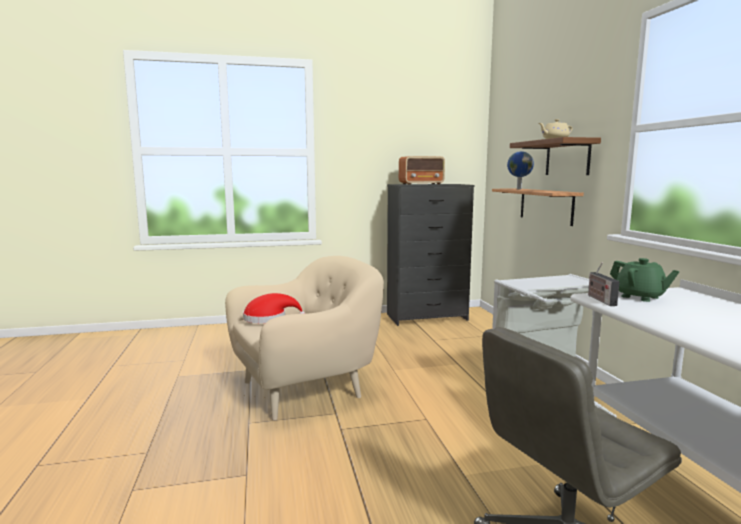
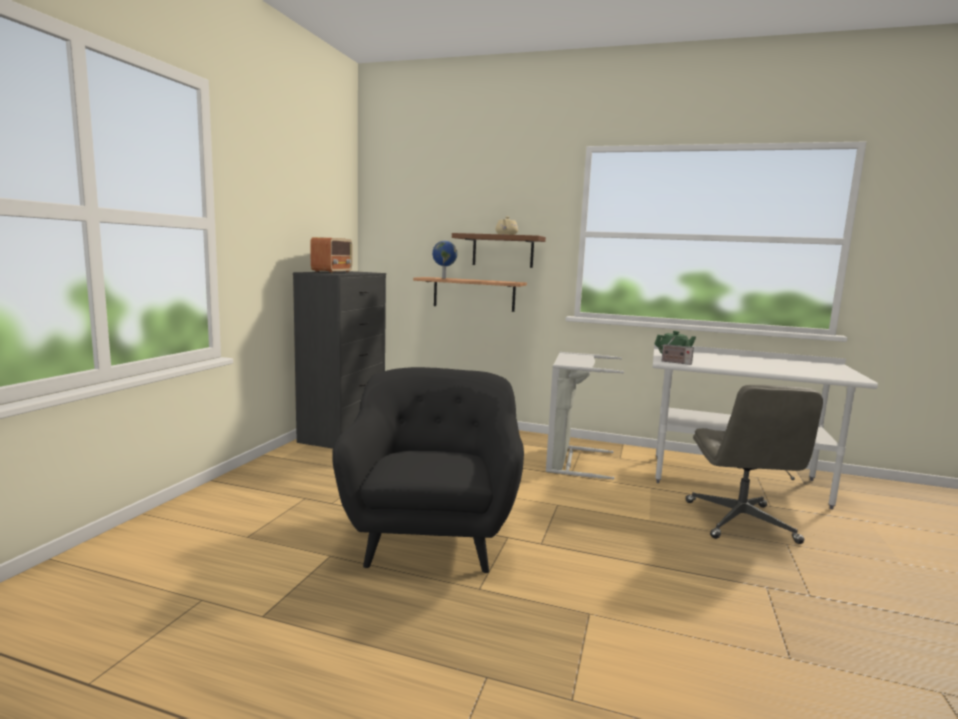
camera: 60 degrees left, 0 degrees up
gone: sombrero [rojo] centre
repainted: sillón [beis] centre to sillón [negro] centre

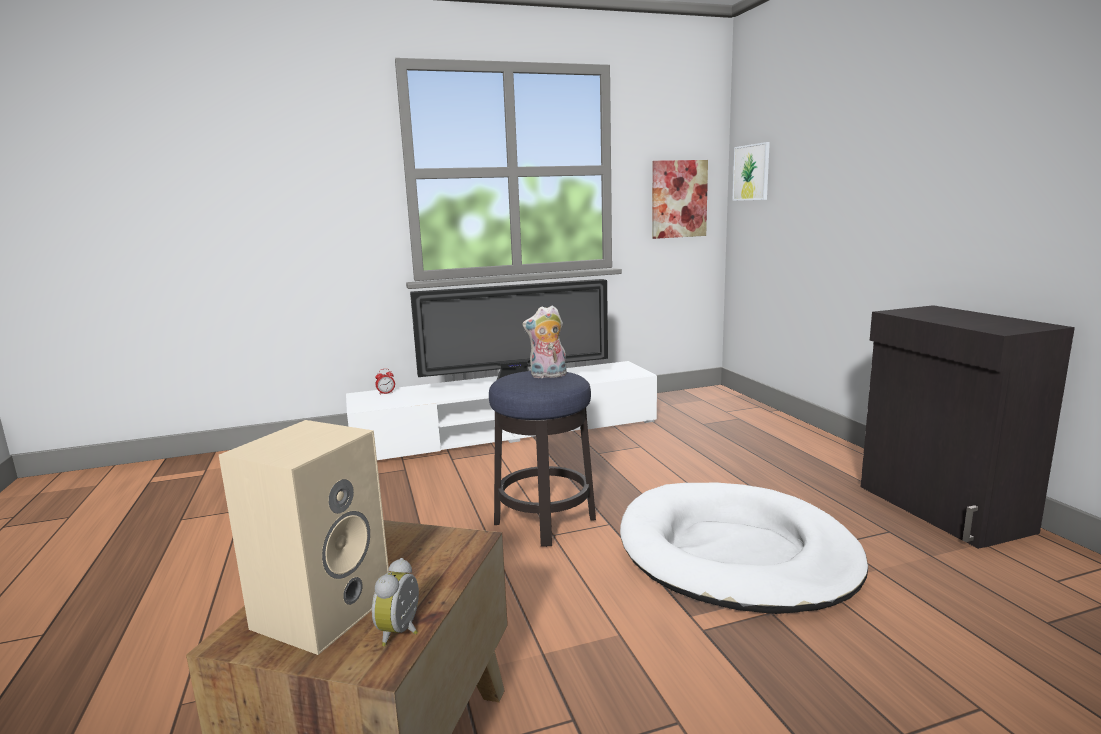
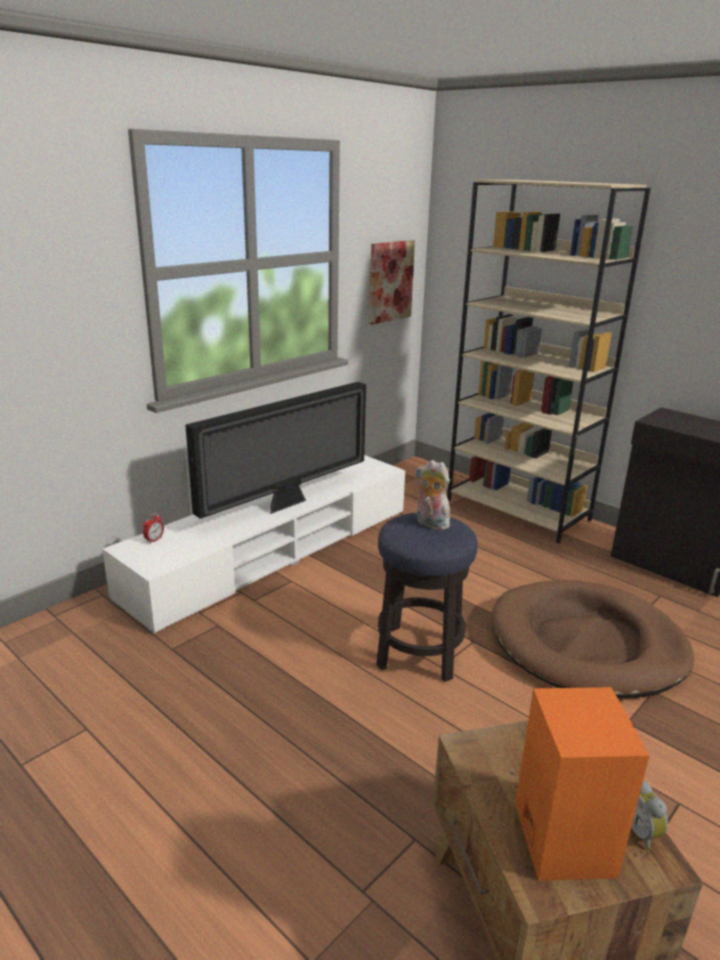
camera: 30 degrees left, 10 degrees up
gone: cuadro (no. 2 from left) top right
new: estantería [beis] middle right
repainted: altavoz [beis] bottom left to altavoz [naranja] bottom right; cama para perro [blanco] bottom right to cama para perro [marrón] middle right
rotated: peluche centre = centre 75 degrees clockwise

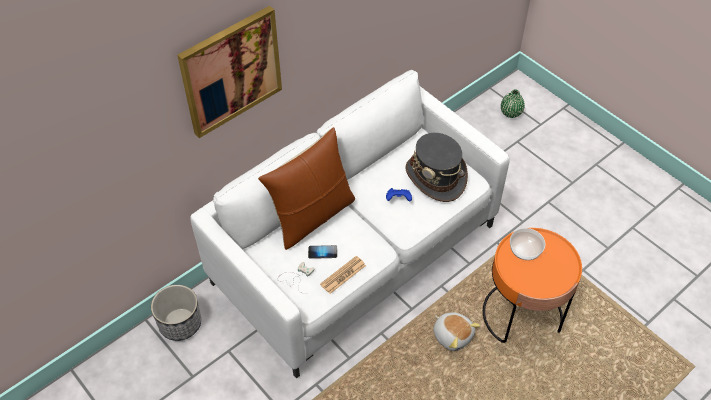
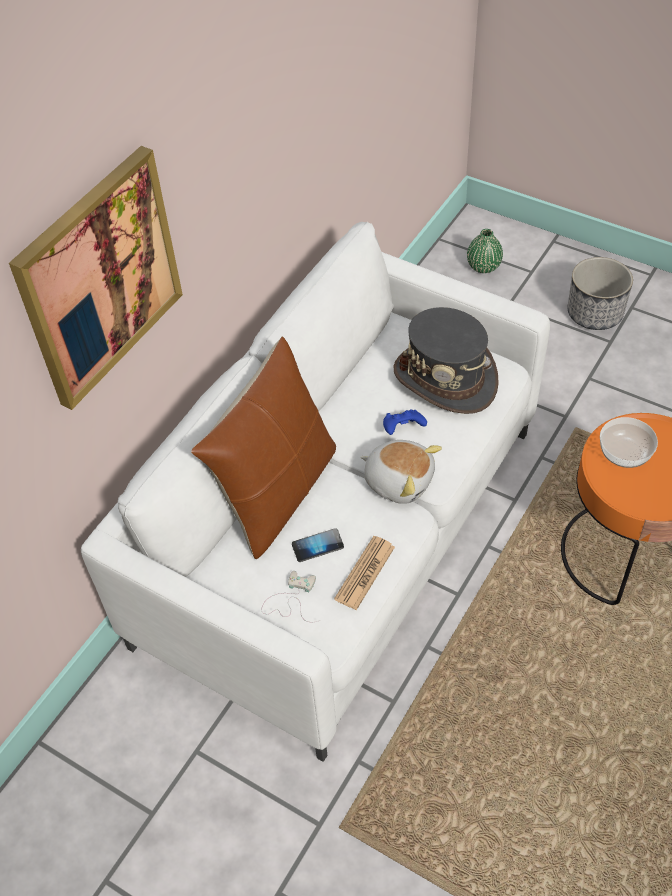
camera: 15 degrees left, 0 degrees up
shifted: maceta bottom left to top right; peluche bottom centre to centre

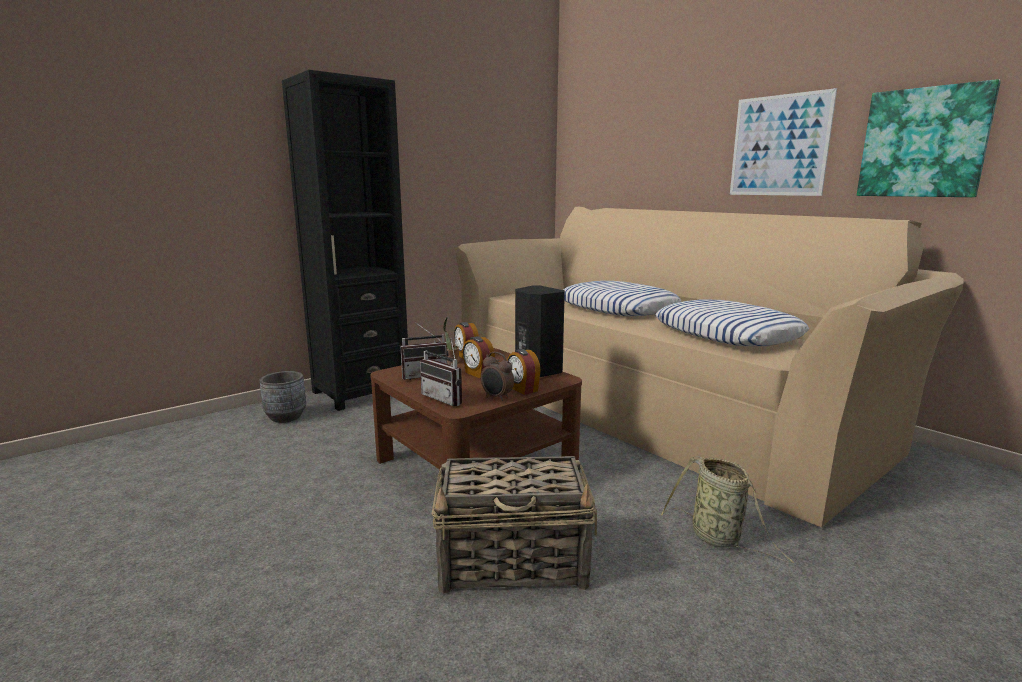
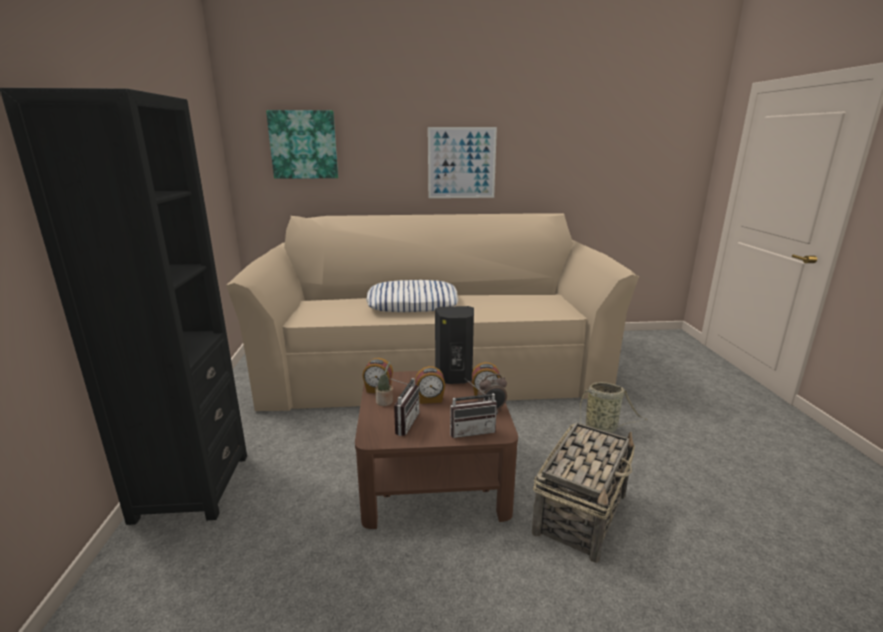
camera: 55 degrees left, 5 degrees up
gone: maceta [gris] middle left; cojín (no. 2 from left) middle right
shifted: cuadro (no. 2 from left in the first image) top right to cuadro (no. 1 from left) top centre

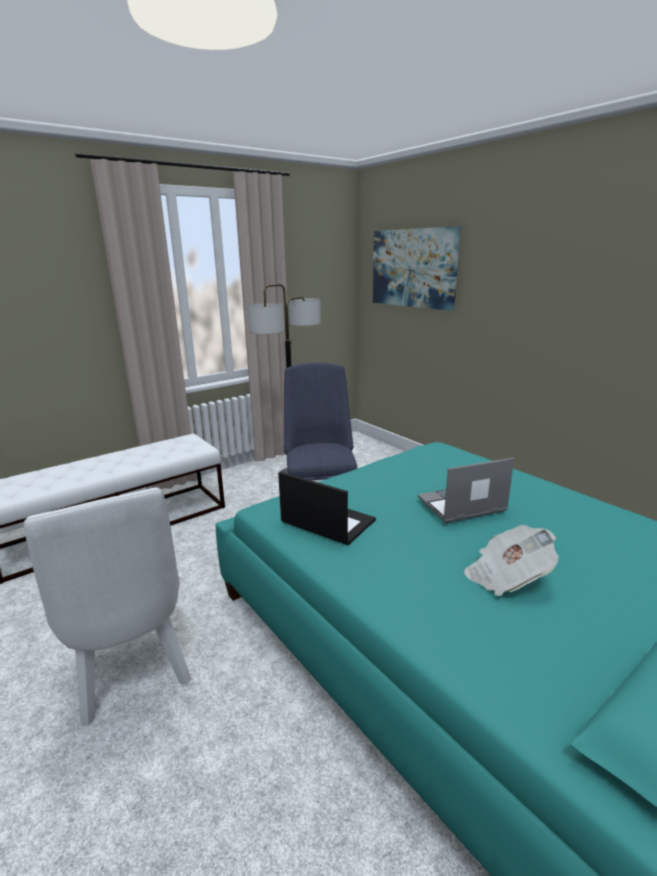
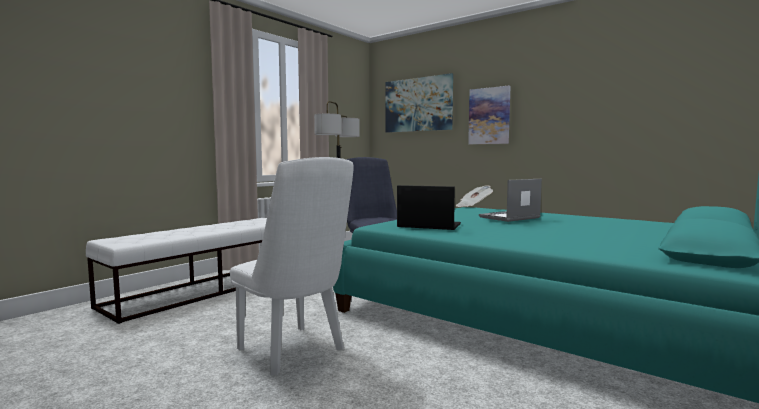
camera: 15 degrees left, 15 degrees down
new: cuadro (no. 2 from left) top centre
shifted: periódico middle right to centre

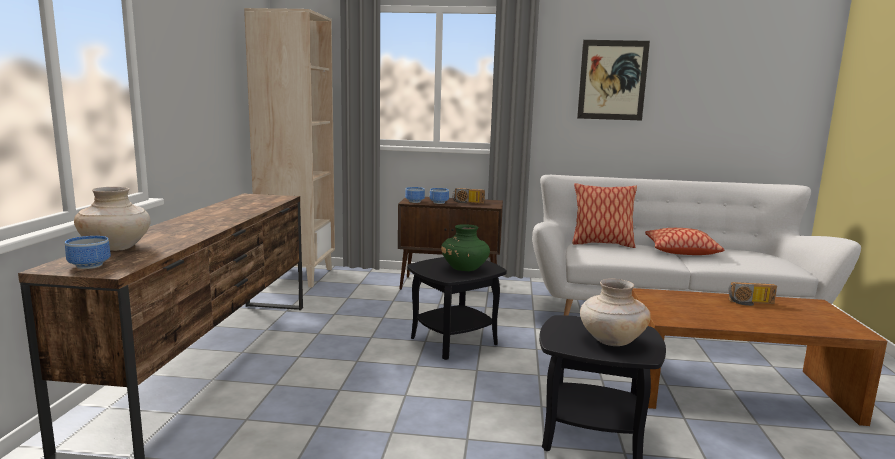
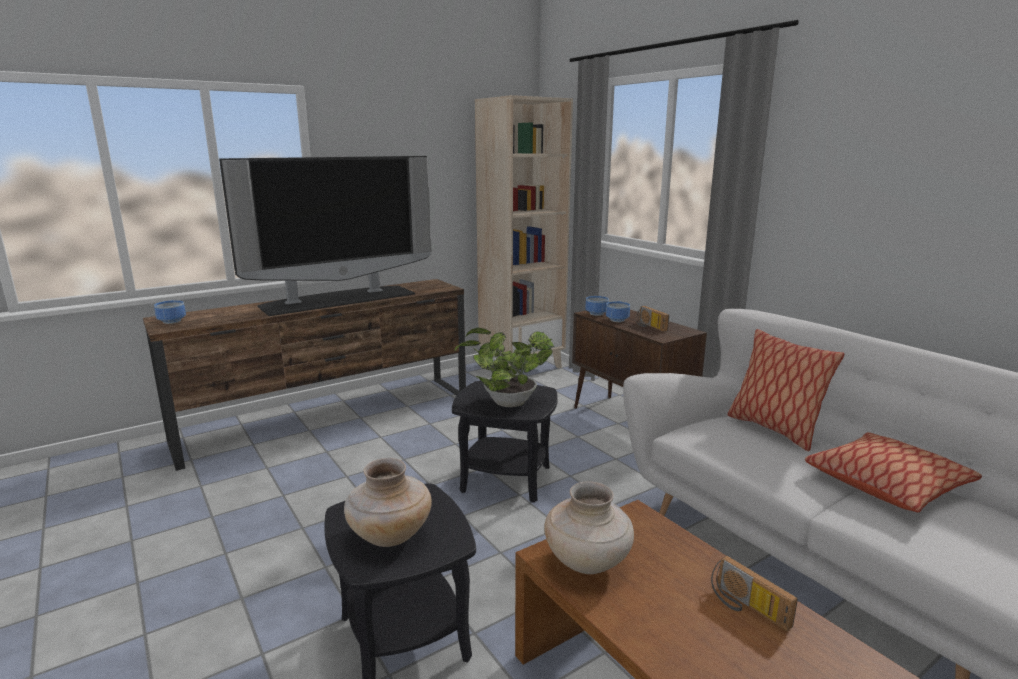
camera: 50 degrees right, 5 degrees up
gone: cuadro top right
new: televisor middle left
shifted: florero [beis] (no. 1 from left in the first image) middle left to florero [beis] (no. 2 from left) bottom centre
swapped: florero [verde] centre to planta en maceta centre

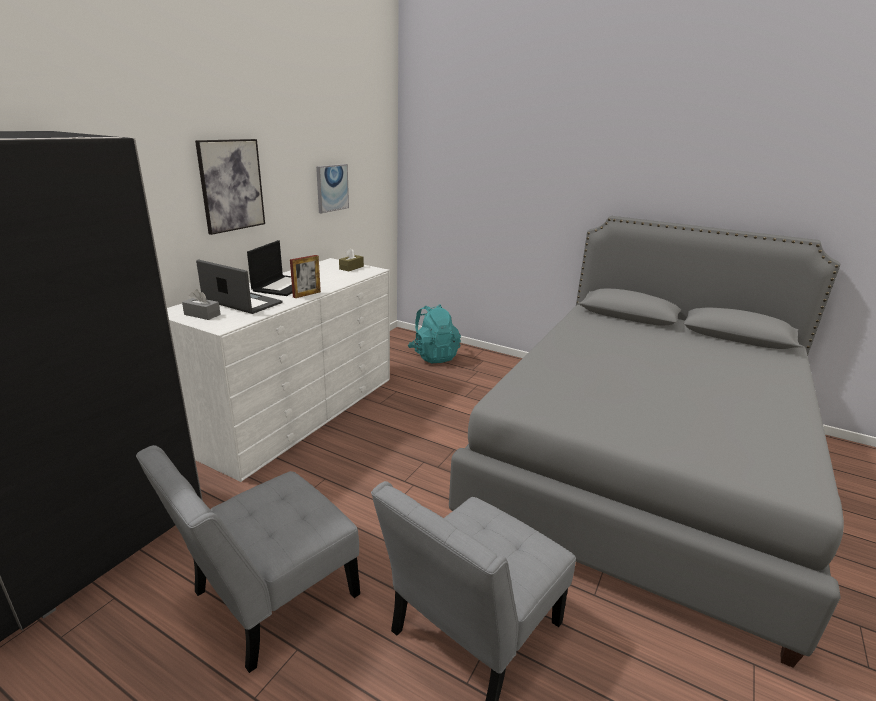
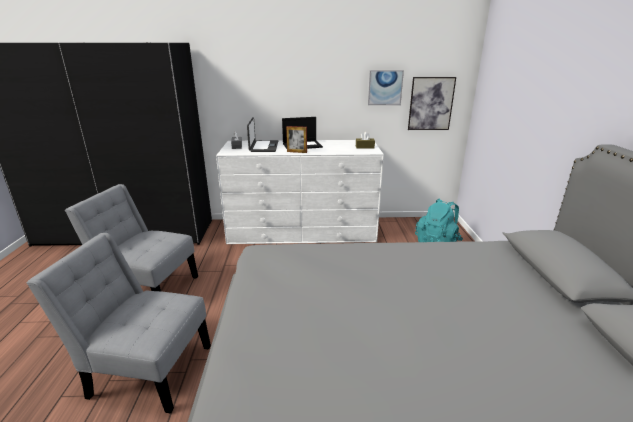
camera: 60 degrees right, 0 degrees up
shifted: cuadro (no. 1 from left in the first image) top left to cuadro (no. 2 from left) top right

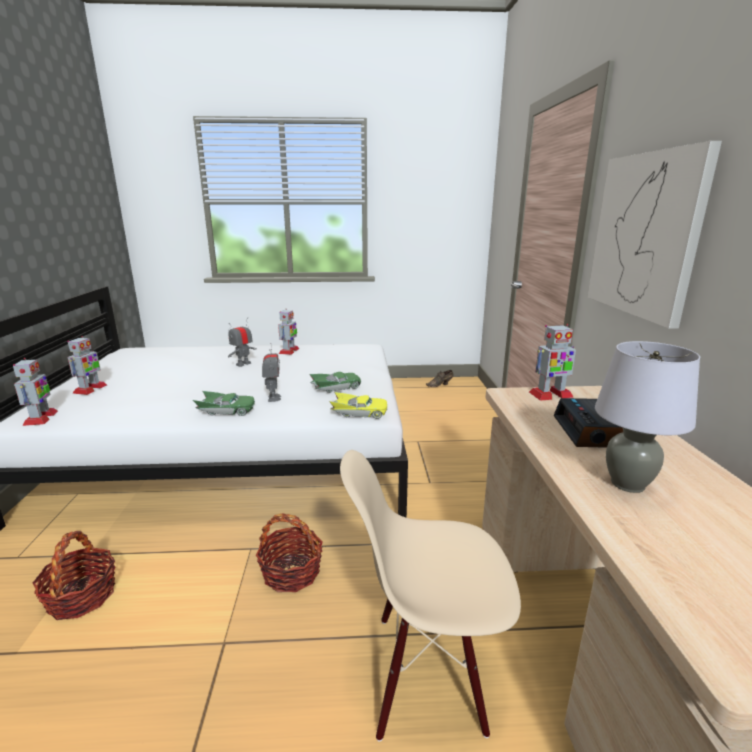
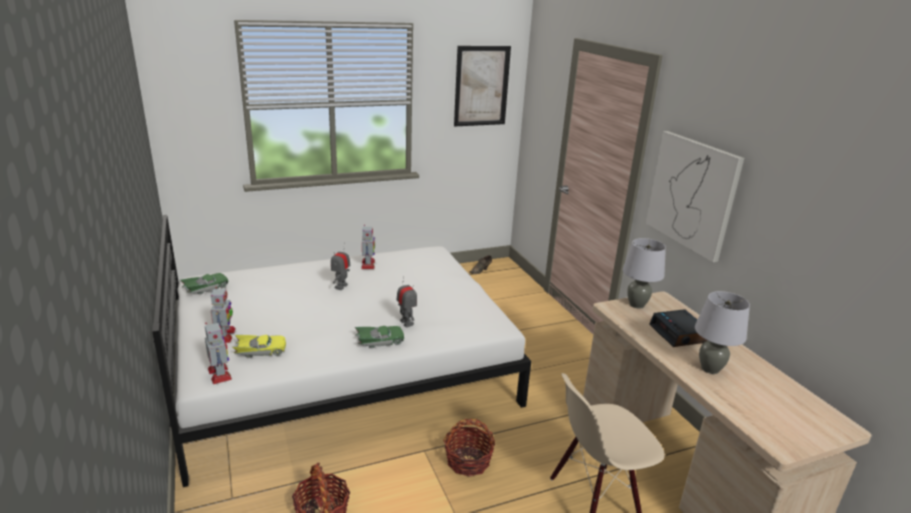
camera: 20 degrees left, 5 degrees up
new: cuadro (no. 1 from left) top centre
shifted: coche de juguete [verde] (no. 2 from left in the first image) centre to coche de juguete [verde] (no. 1 from left) middle left; coche de juguete [amarillo] centre to bottom left
swapped: robot de juguete (no. 6 from left) middle right to lámpara de mesa [gris] (no. 1 from left) middle right

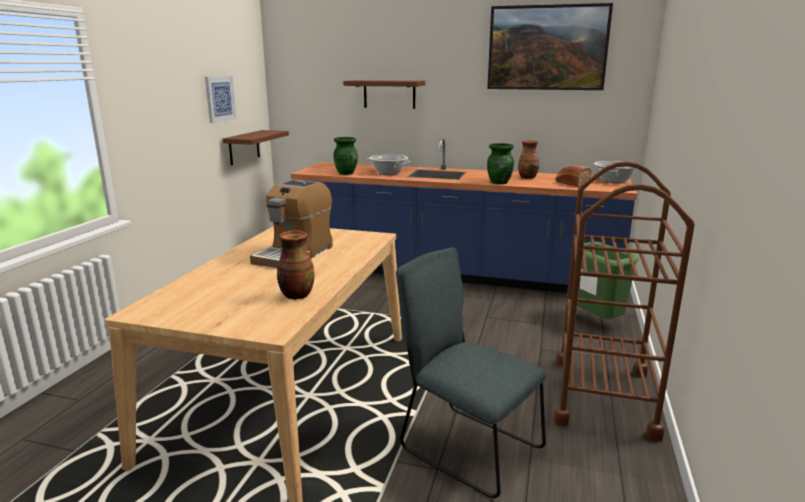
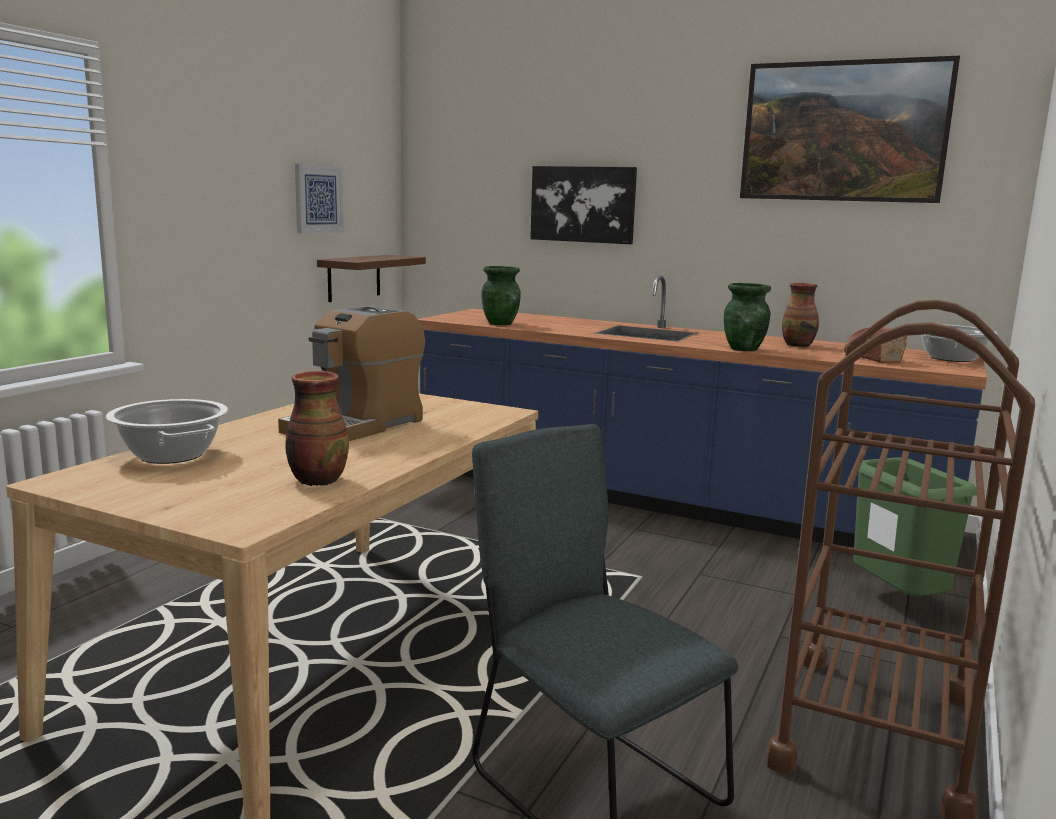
camera: 10 degrees right, 5 degrees down
shifted: olla (no. 1 from left) top centre to middle left
swapped: estante [marrón] (no. 2 from left) top centre to cuadro (no. 2 from left) top centre

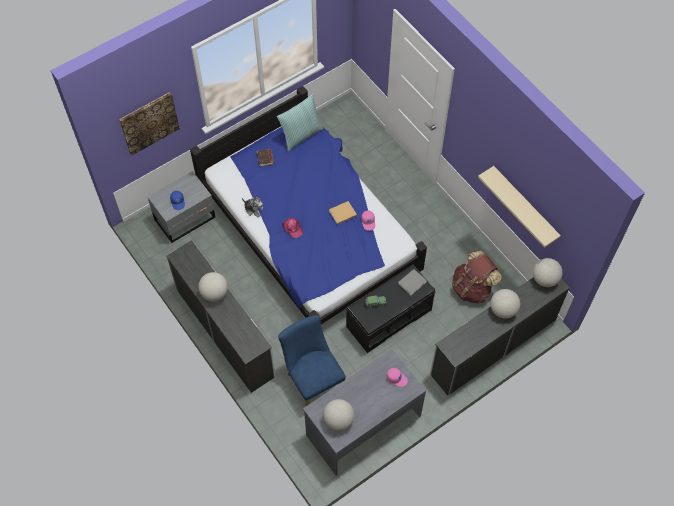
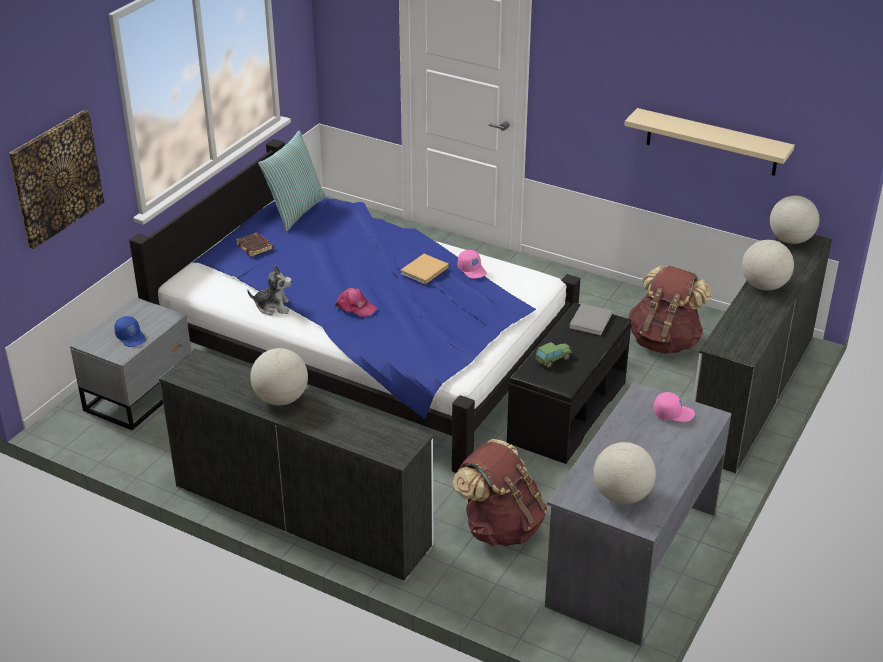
camera: 25 degrees left, 25 degrees down
swapped: silla [azul] bottom centre to mochila [marrón] (no. 1 from left) bottom centre

